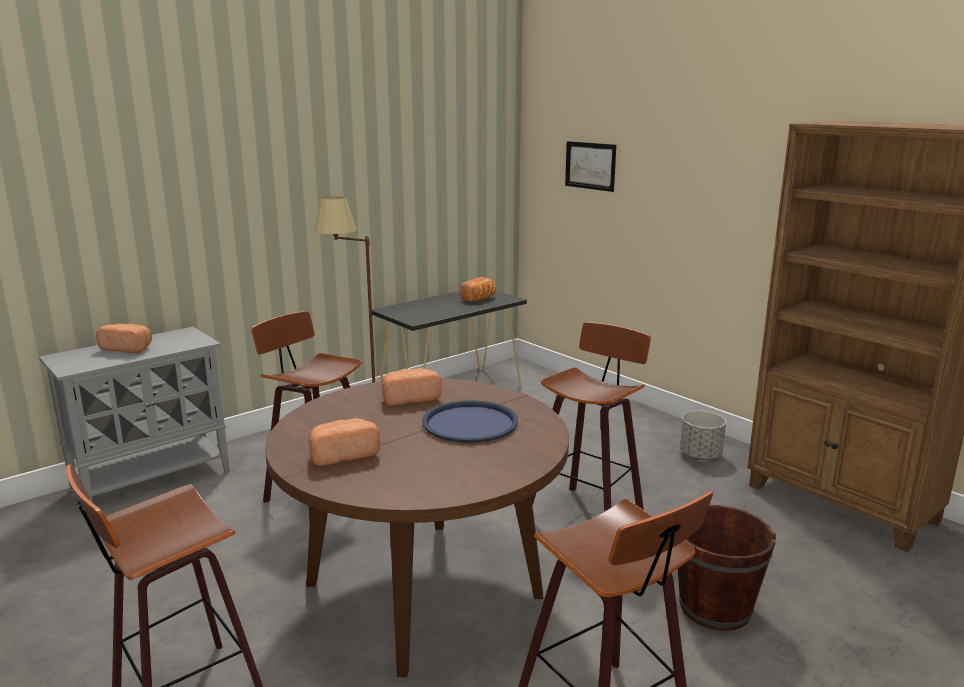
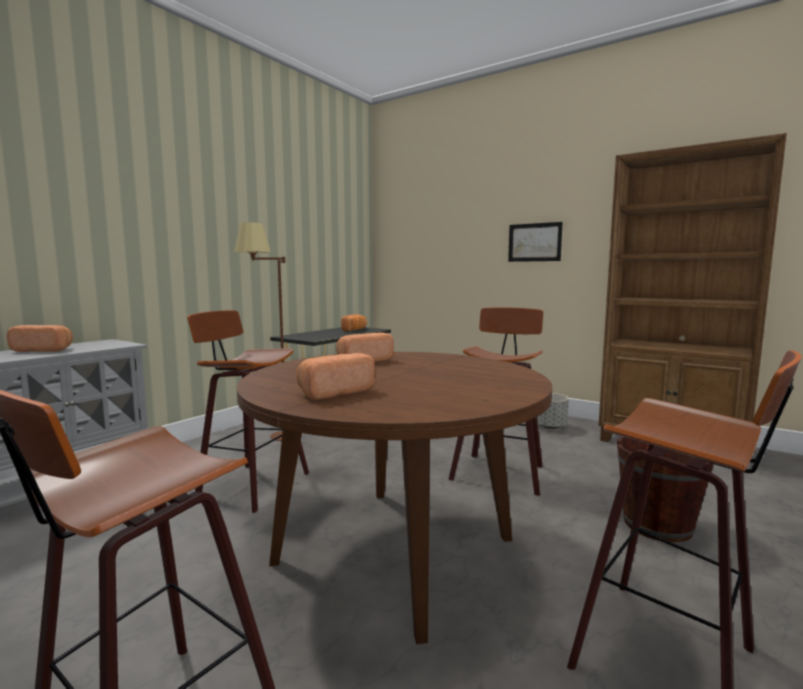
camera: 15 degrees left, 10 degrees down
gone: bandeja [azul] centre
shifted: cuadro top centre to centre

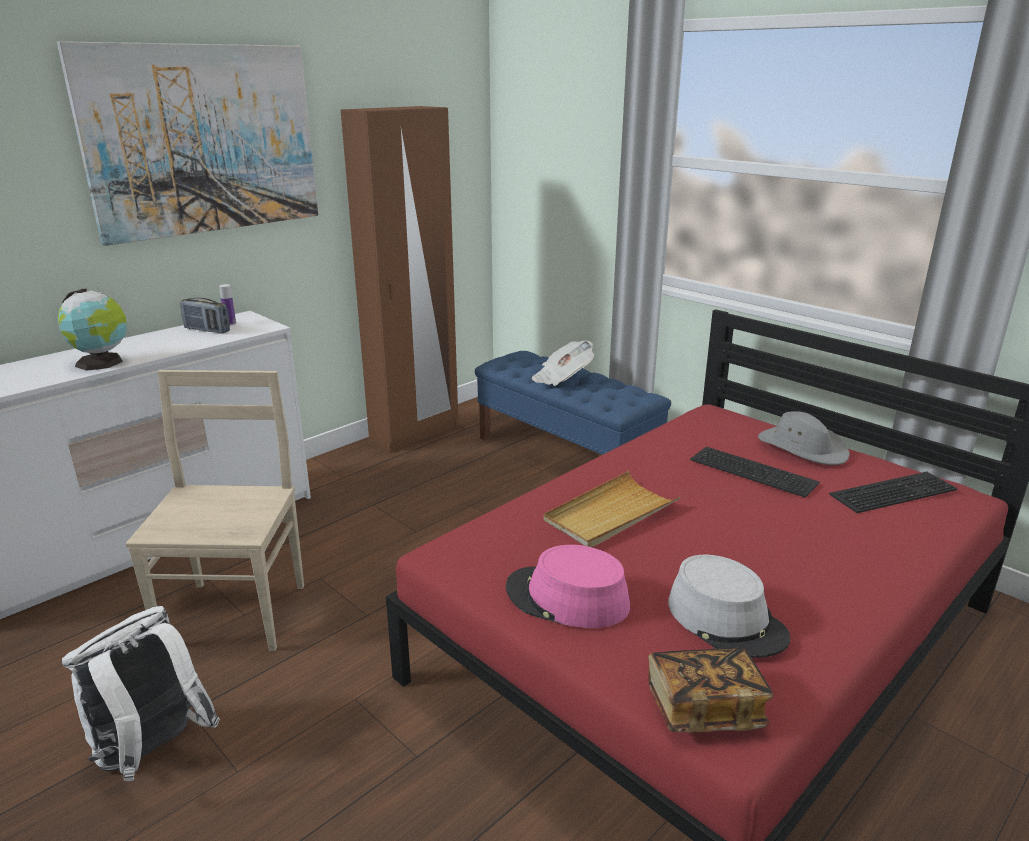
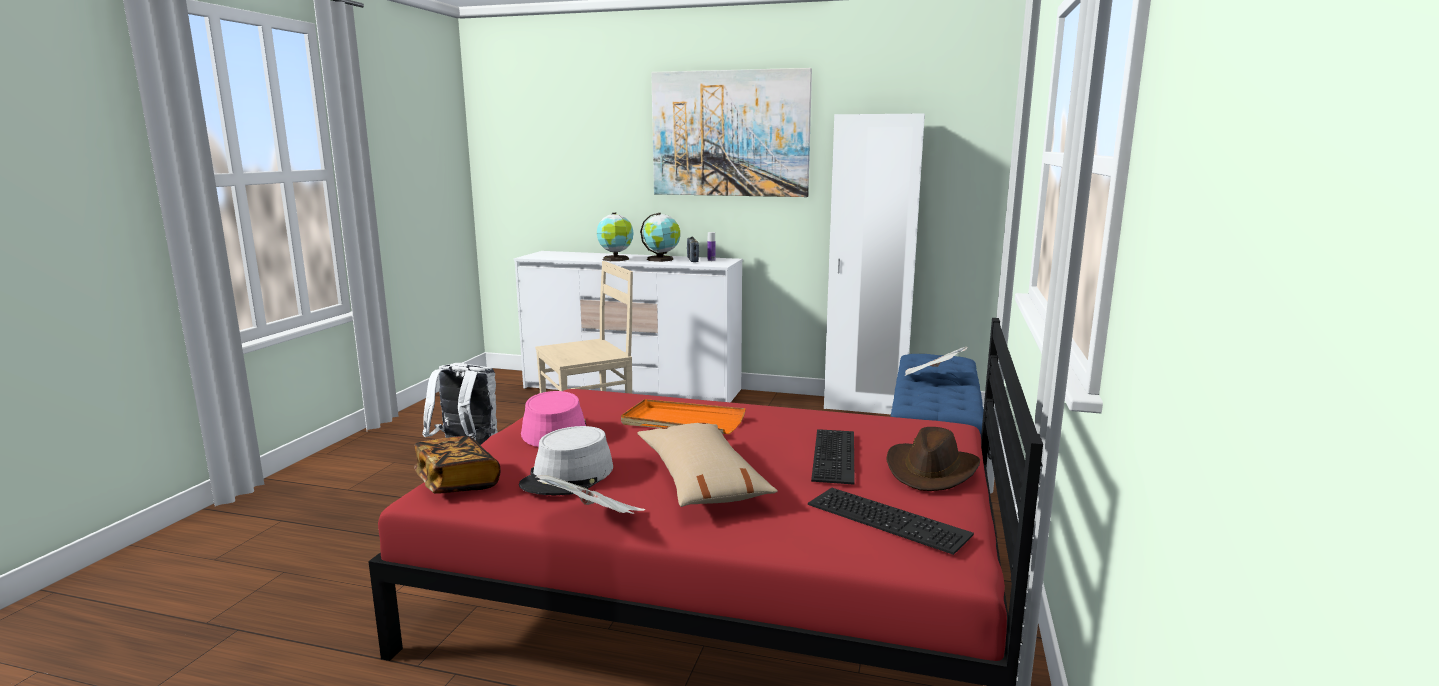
camera: 60 degrees right, 10 degrees down
new: periódico (no. 1 from left) bottom centre; cojín [beis] bottom centre; globo terráqueo (no. 2 from left) centre
repainted: armario ropero [marrón] top centre to armario ropero [blanco] centre; bandeja [beis] centre to bandeja [naranja] centre; sombrero [gris] (no. 2 from left) middle right to sombrero [marrón] bottom centre

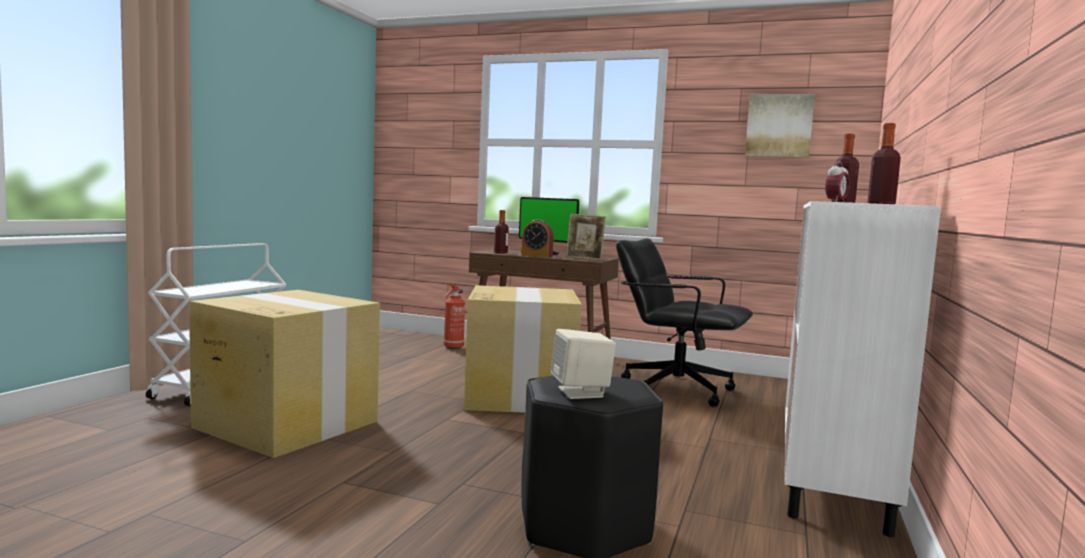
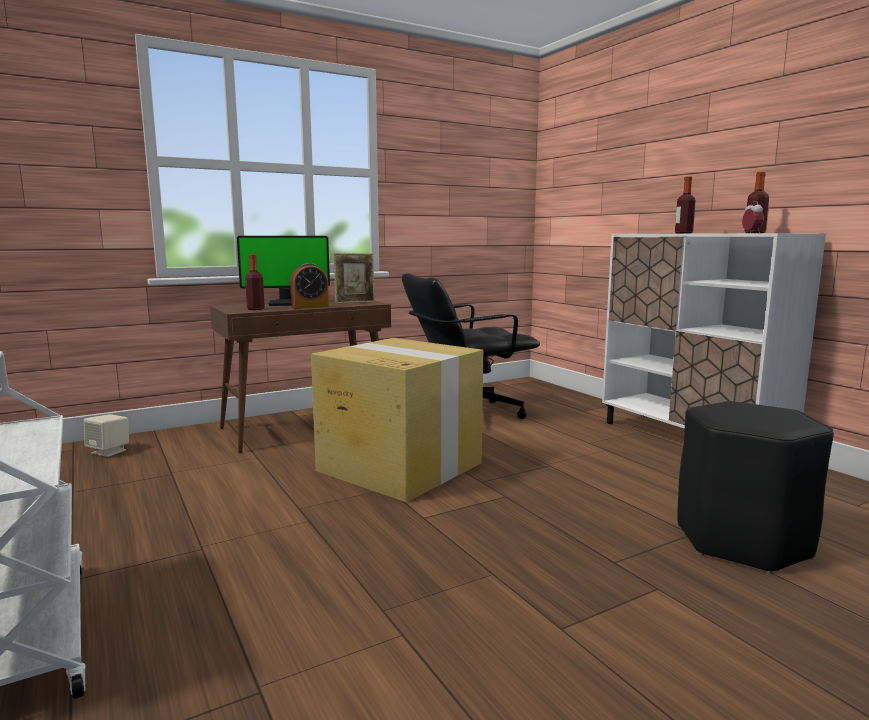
camera: 50 degrees left, 5 degrees up
gone: caja de cartón (no. 1 from left) bottom left; extintor centre; cuadro top right
shifted: altavoz [beis] centre to middle left

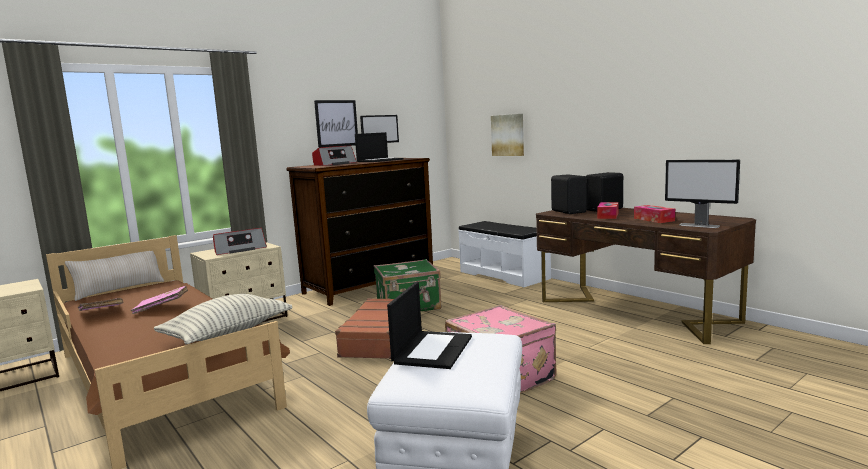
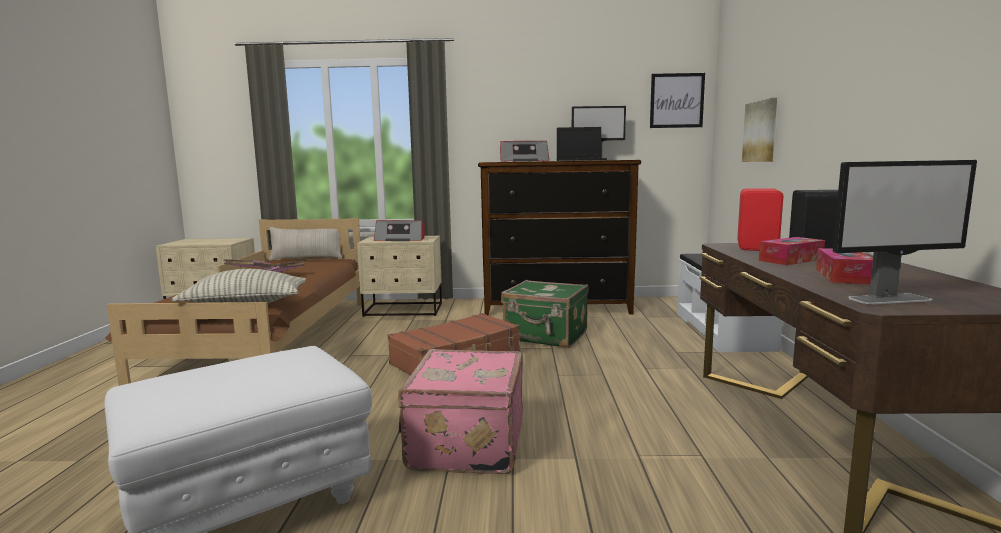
camera: 40 degrees right, 0 degrees up
gone: portátil (no. 2 from left) bottom centre
shifted: cuadro (no. 1 from left) top centre to top right
repainted: altavoz [negro] (no. 1 from left) centre to altavoz [rojo] middle right
rotated: monitor (no. 2 from left) middle right = middle right 90 degrees counterclockwise

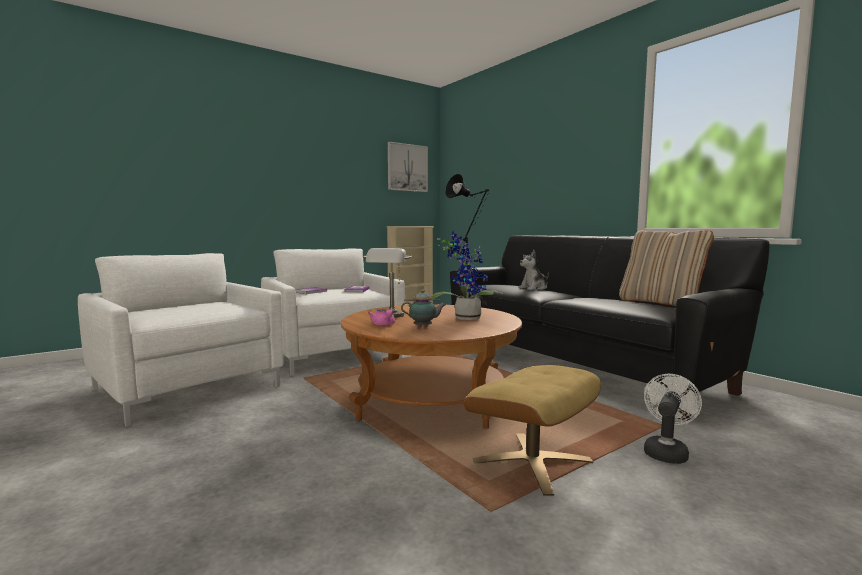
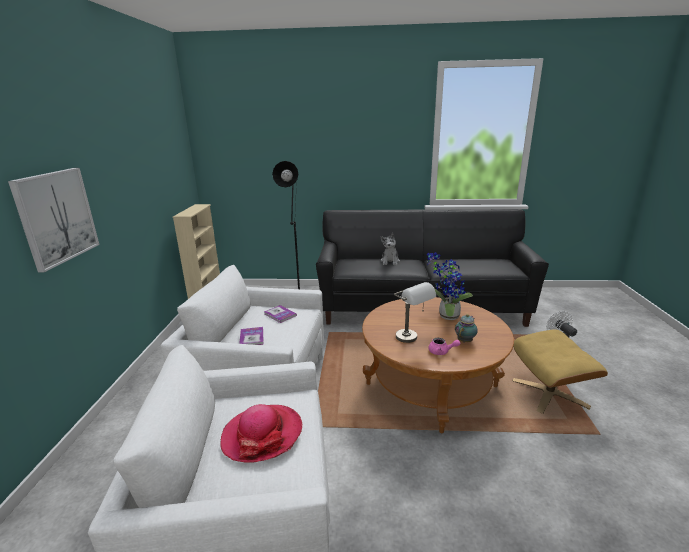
camera: 50 degrees left, 15 degrees up
gone: cojín [beis] middle right
new: sombrero bottom centre
shifted: cuadro top centre to middle left

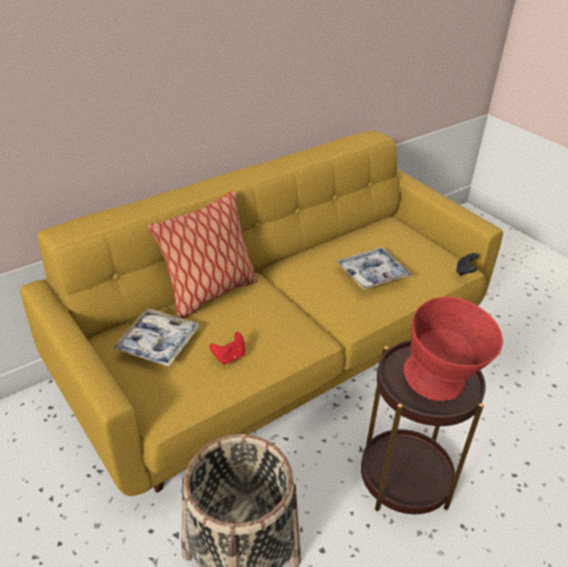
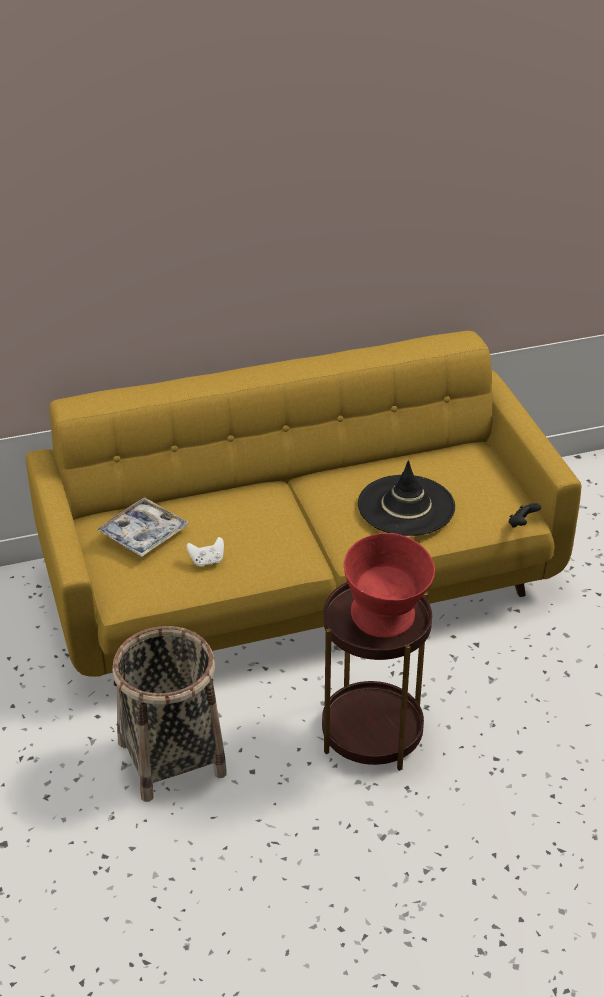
camera: 20 degrees right, 0 degrees up
gone: cojín centre
swapped: bandeja (no. 2 from left) centre to sombrero [negro] middle right
repainted: mando de consola [rojo] centre to mando de consola [blanco] centre

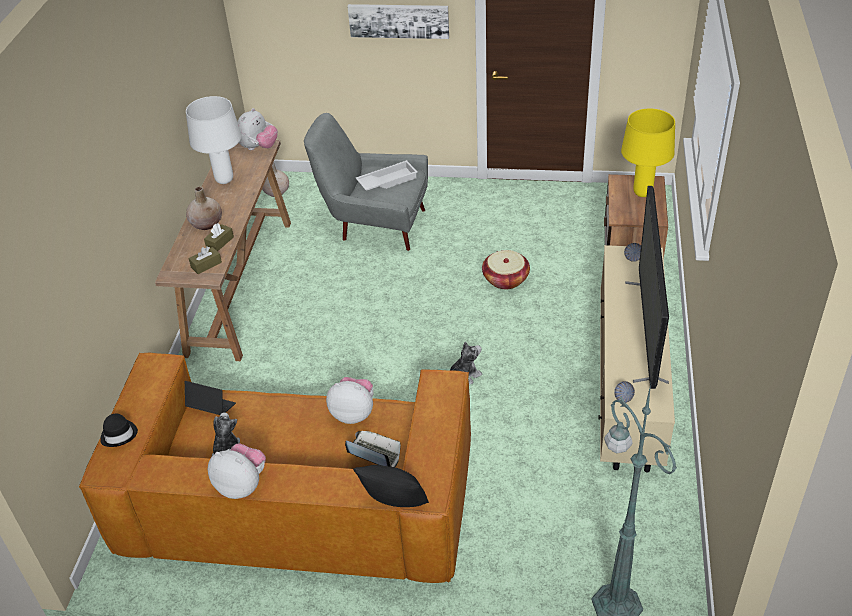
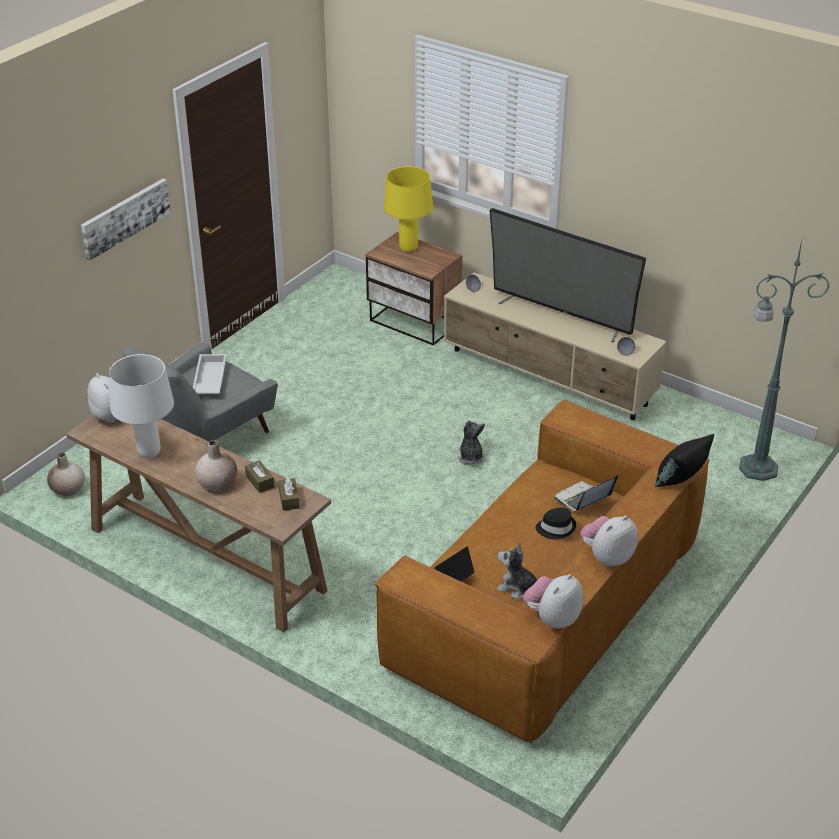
camera: 65 degrees left, 5 degrees down
gone: cesta centre
shifted: sombrero [negro] bottom left to centre; peluche (no. 4 from left) centre to bottom centre

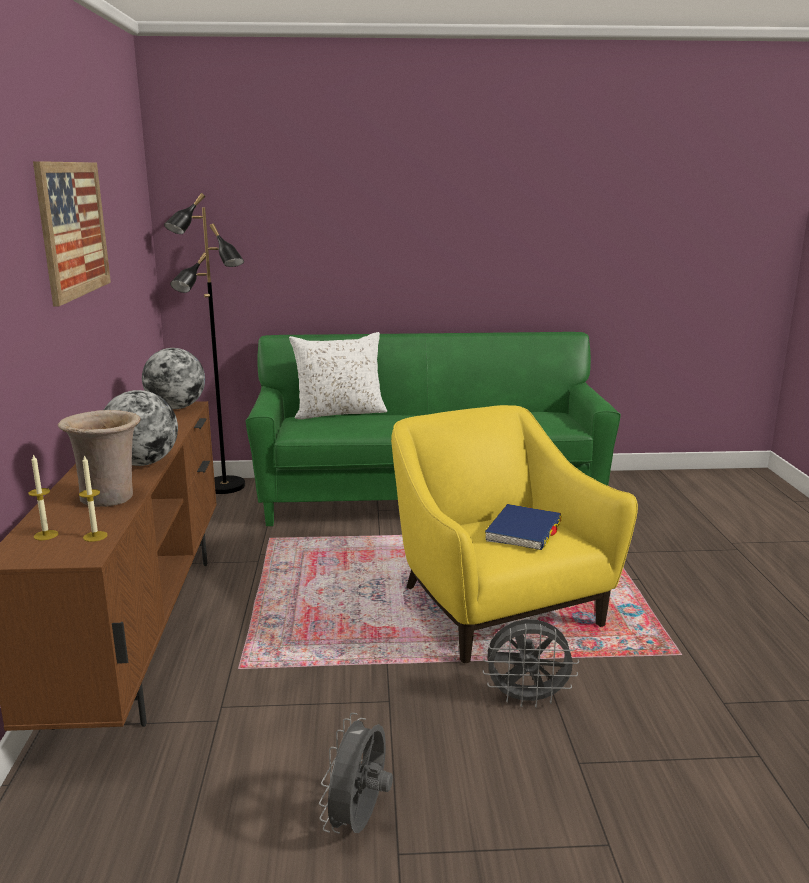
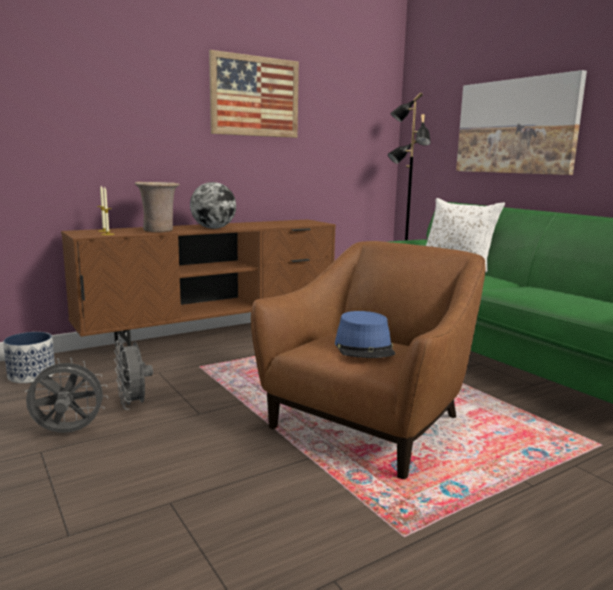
camera: 60 degrees right, 5 degrees down
gone: globo terráqueo (no. 2 from left) middle left
new: maceta middle left; cuadro (no. 2 from left) top right
shifted: ventilador [gris] (no. 2 from left) bottom centre to middle left
swapped: libro [azul] centre to sombrero [azul] centre
repainted: sillón [amarillo] centre to sillón [marrón] centre

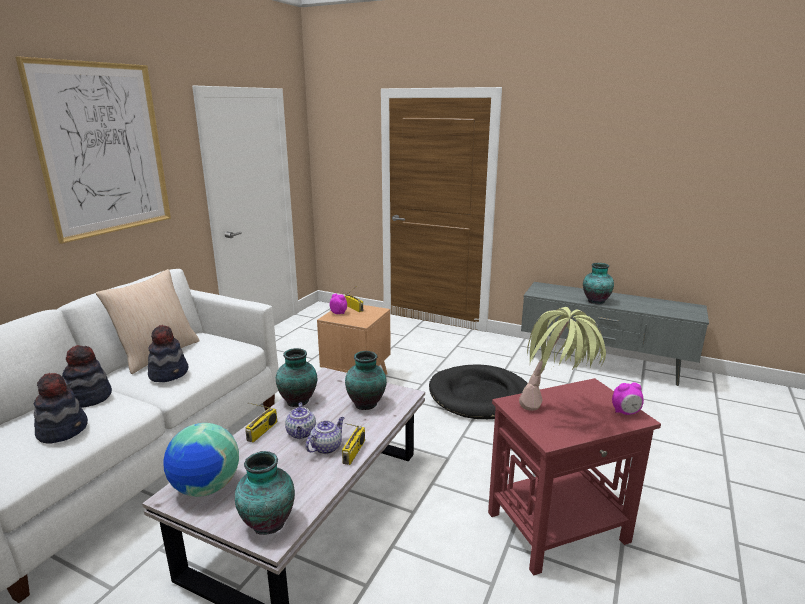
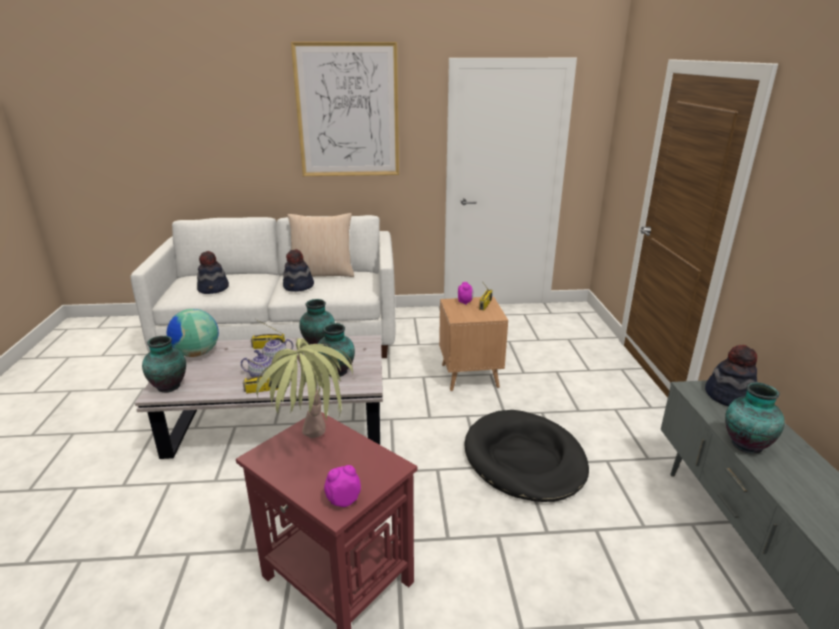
camera: 60 degrees right, 5 degrees up
shifted: sombrero (no. 2 from left in the first image) middle left to sombrero (no. 3 from left) middle right
rotated: despertador (no. 2 from left in the first image) middle right = bottom centre 105 degrees clockwise

